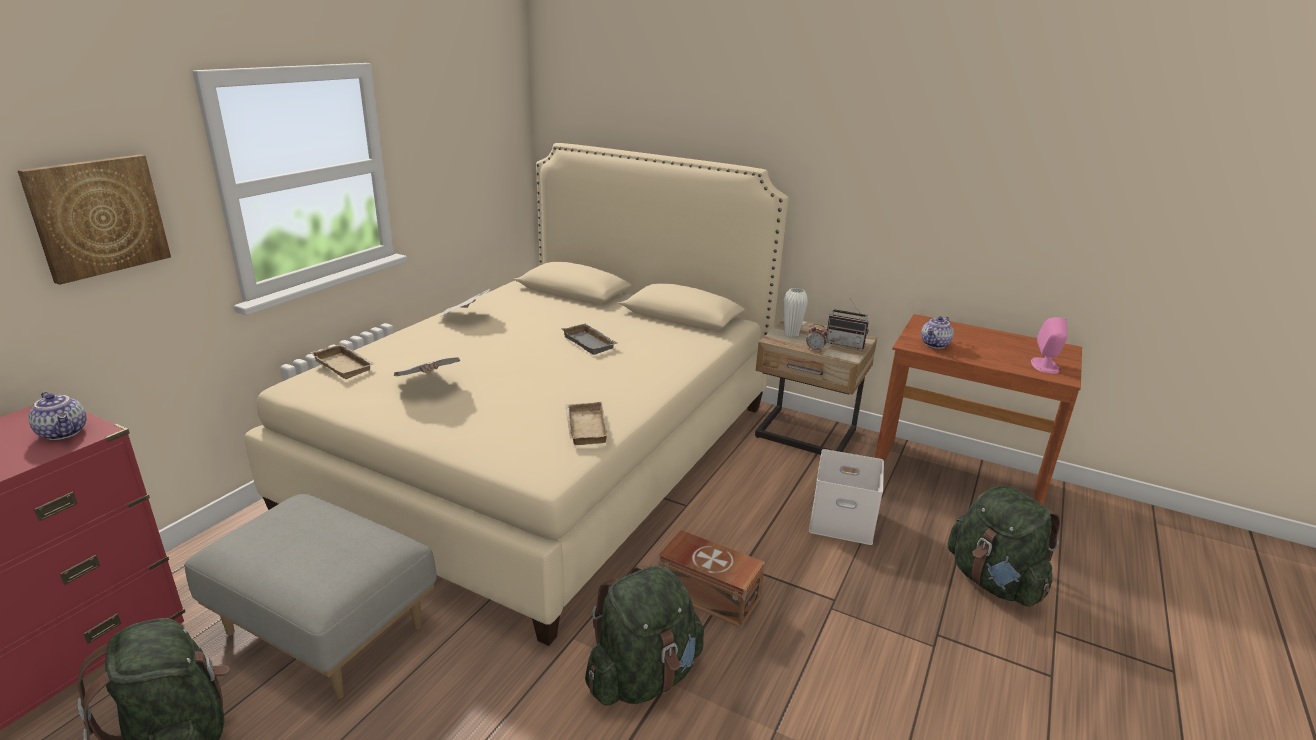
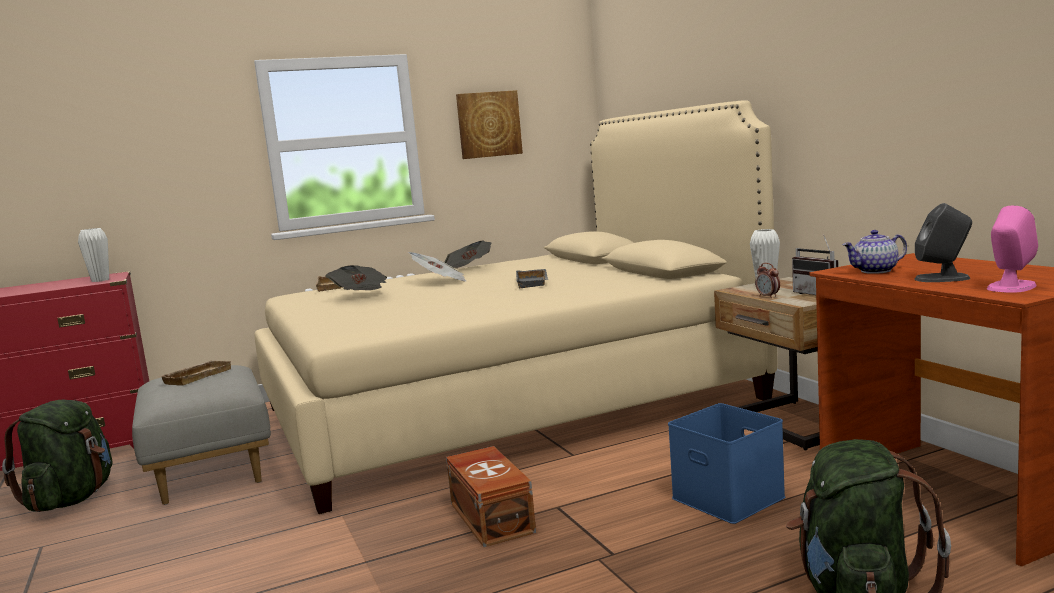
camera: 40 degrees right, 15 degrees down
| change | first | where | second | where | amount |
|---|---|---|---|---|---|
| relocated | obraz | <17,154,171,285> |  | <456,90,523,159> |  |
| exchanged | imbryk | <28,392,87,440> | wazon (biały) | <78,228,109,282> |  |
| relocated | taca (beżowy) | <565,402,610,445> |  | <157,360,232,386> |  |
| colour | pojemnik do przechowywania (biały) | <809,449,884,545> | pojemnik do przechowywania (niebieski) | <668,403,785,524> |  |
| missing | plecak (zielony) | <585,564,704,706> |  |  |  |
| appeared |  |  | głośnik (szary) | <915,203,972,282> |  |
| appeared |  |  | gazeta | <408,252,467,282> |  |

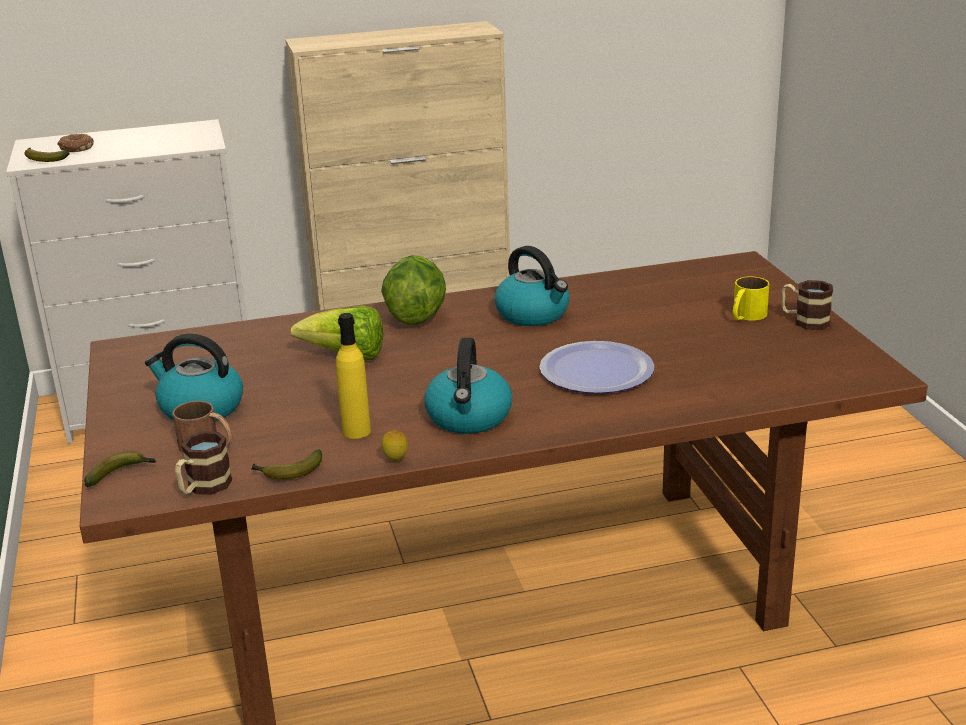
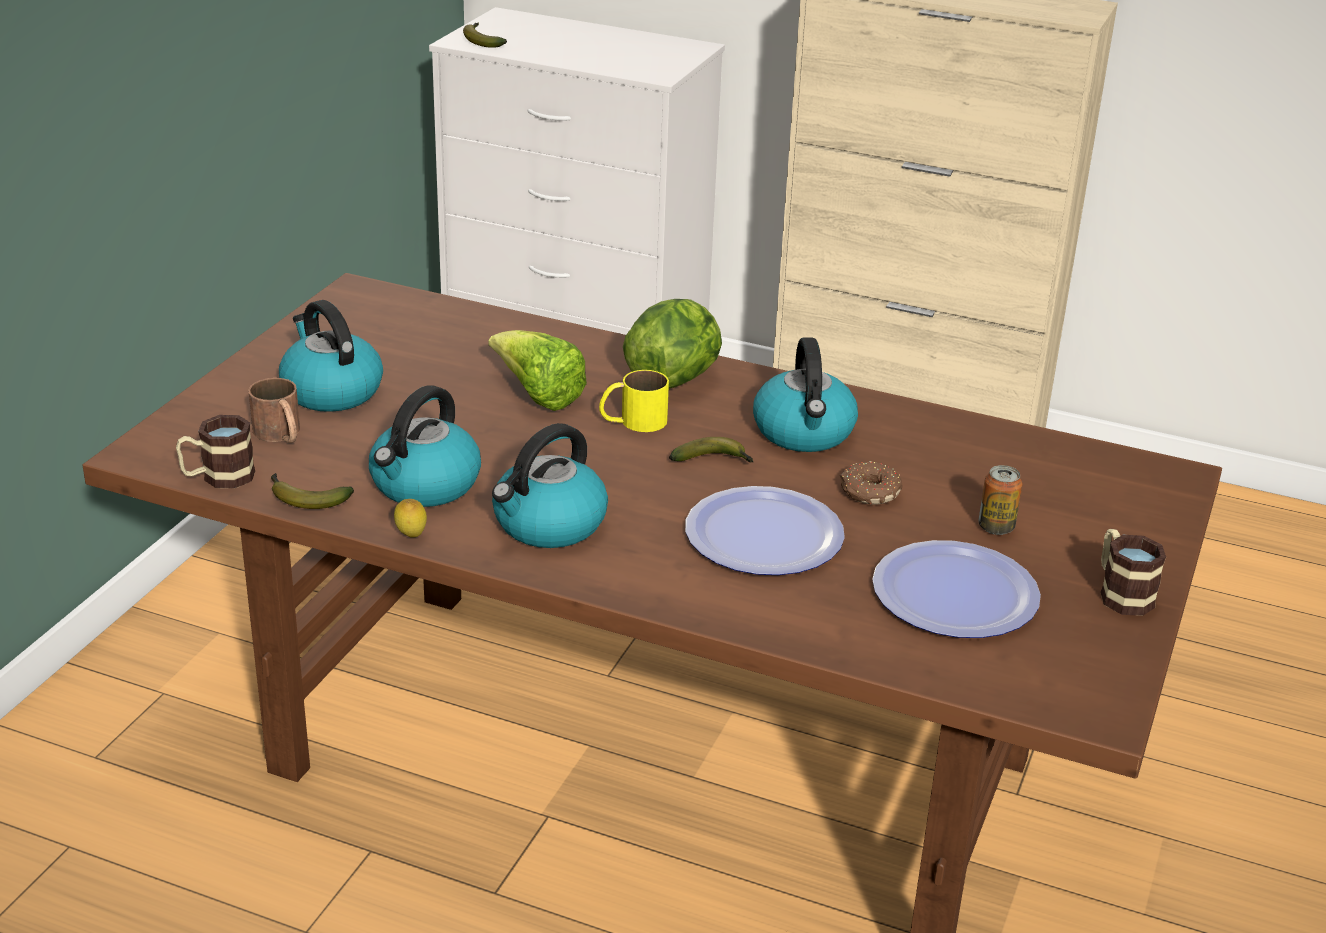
camera: 35 degrees right, 5 degrees up
| change | first | where | second | where | amount |
|---|---|---|---|---|---|
| relocated | donut | <57,133,94,152> |  | <840,461,902,505> |  |
| relocated | kubek (żółty) | <733,277,769,320> |  | <599,370,669,432> |  |
| exchanged | butelka (żółty) | <336,313,371,439> | czajnik | <369,385,481,507> |  |
| relocated | banan | <84,451,157,487> |  | <669,437,754,463> |  |
| appeared |  |  | puszka | <978,465,1023,535> |  |
| appeared |  |  | talerz | <872,540,1041,638> |  |

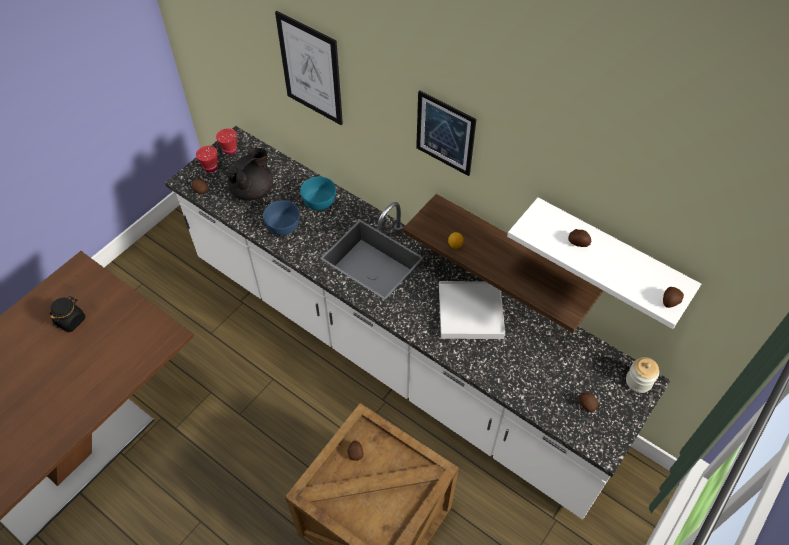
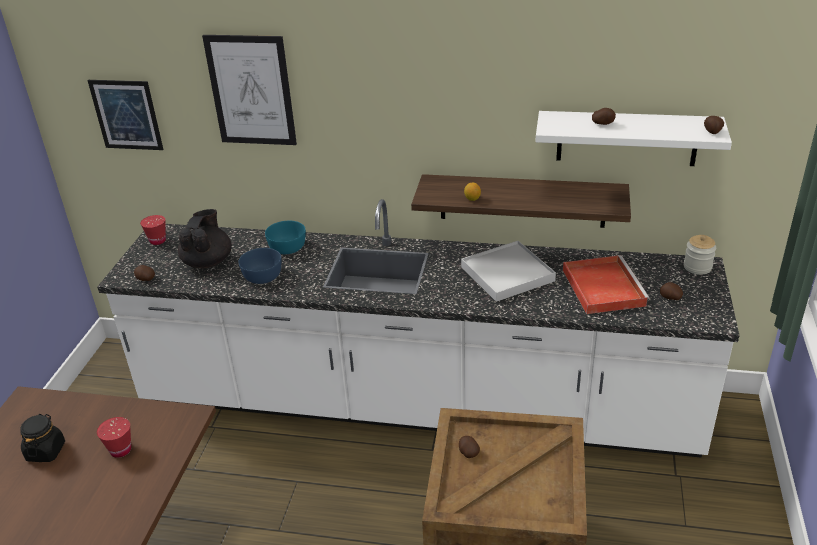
camera: 25 degrees left, 20 degrees down
| change | first | where | second | where | amount |
|---|---|---|---|---|---|
| relocated | obraz | <416,90,477,176> |  | <87,80,163,150> |  |
| relocated | filiżanka (czerwony) | <196,146,217,172> |  | <97,417,131,458> |  |
| appeared |  |  | taca (czerwony) | <563,255,650,314> |  |

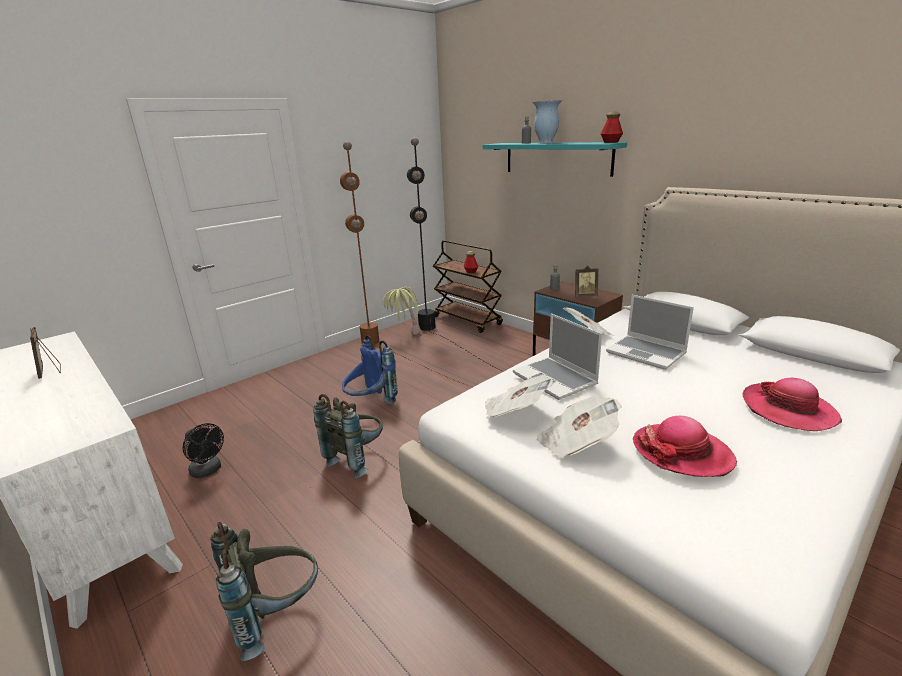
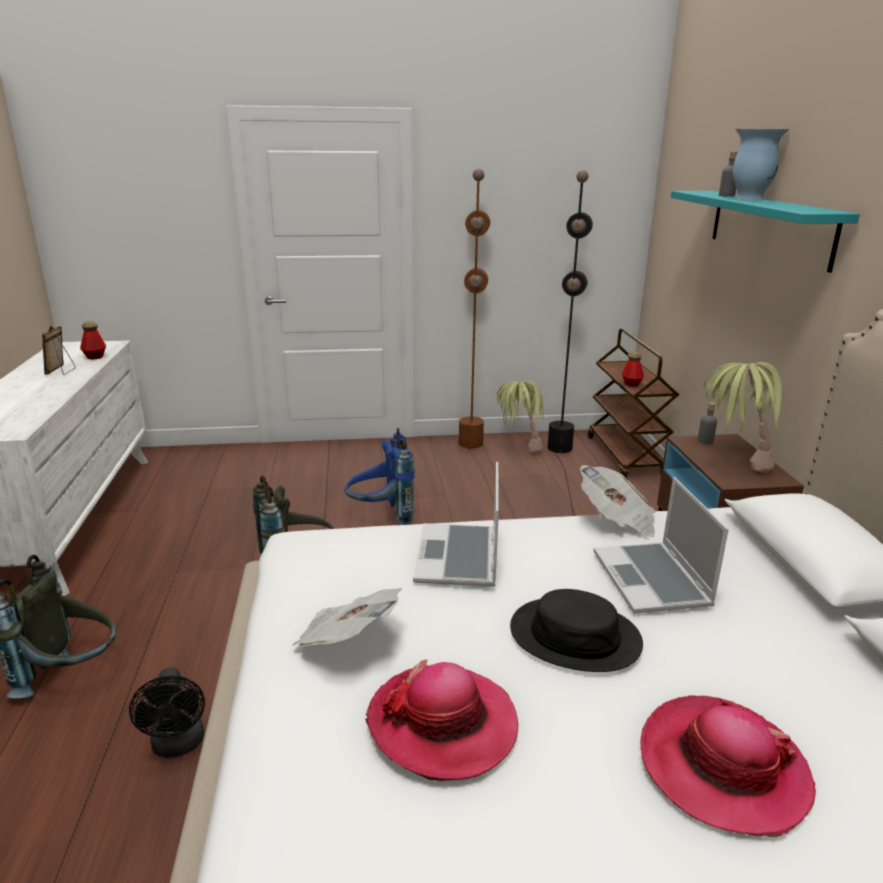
camera: 35 degrees right, 0 degrees up
| change | first | where | second | where | amount |
|---|---|---|---|---|---|
| relocated | butelka | <601,112,623,143> |  | <80,321,106,359> |  |
| exchanged | ramka na zdjęcie | <575,266,599,297> | roślina doniczkowa | <704,362,785,473> |  |
| missing | gazeta | <485,374,553,419> |  |  |  |
| relocated | wentylator (czarny) | <183,423,224,478> |  | <129,667,205,758> |  |
| appeared |  |  | kapelusz (czarny) | <510,589,643,672> |  |

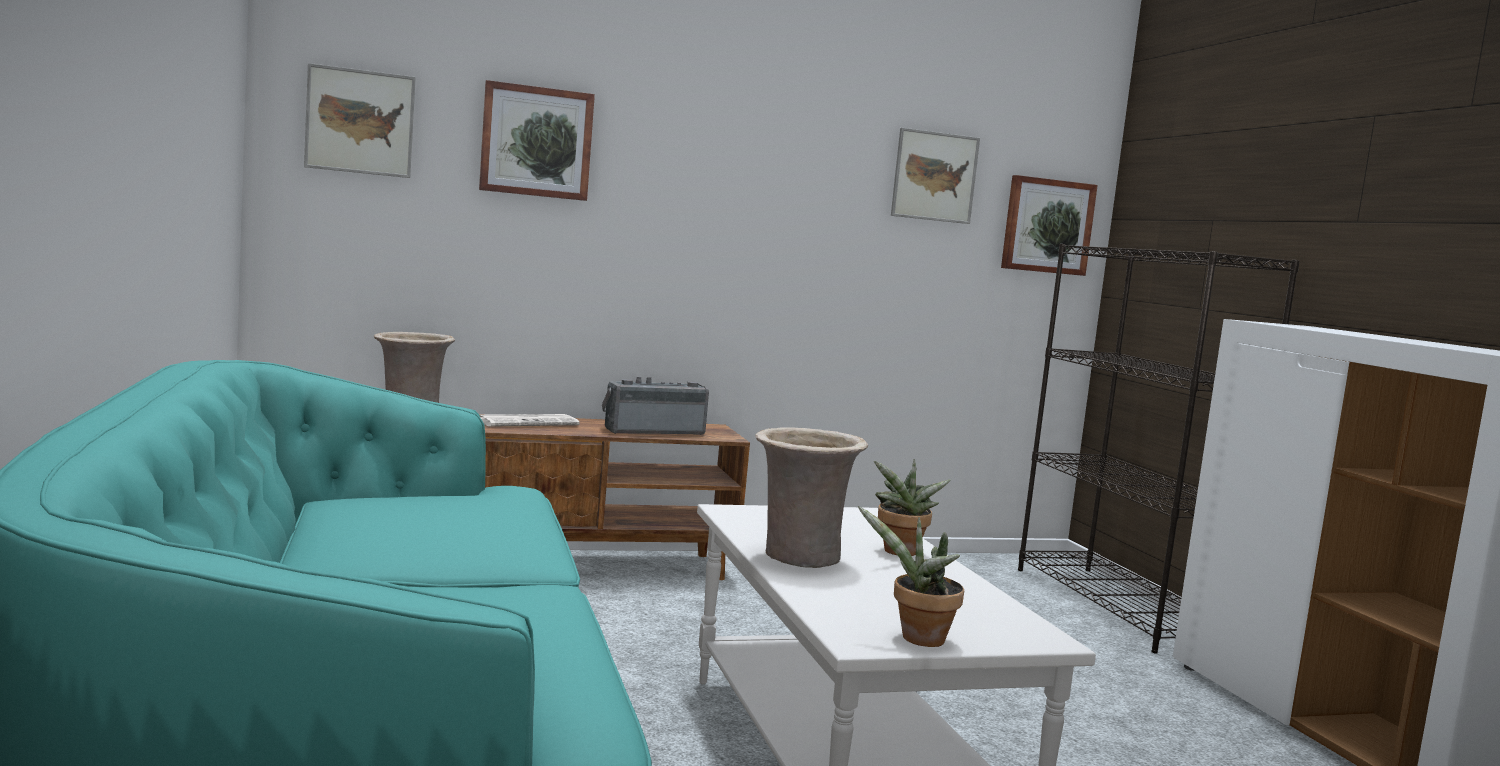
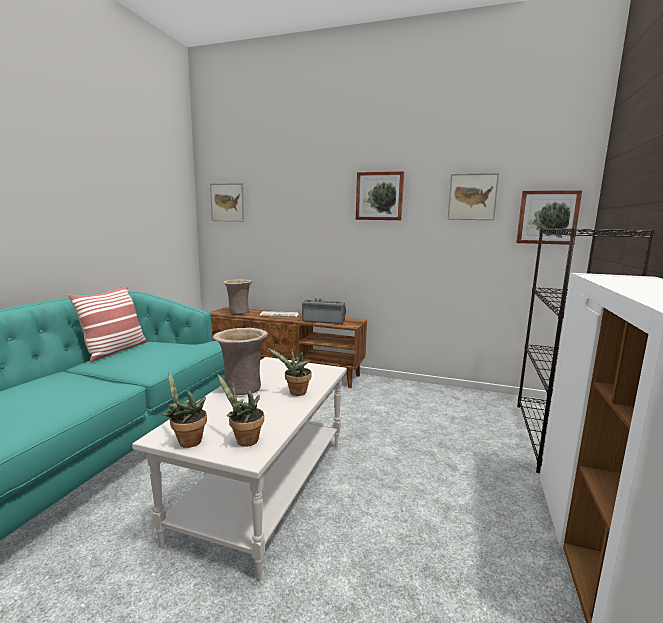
camera: 35 degrees right, 5 degrees up
| change | first | where | second | where | amount |
|---|---|---|---|---|---|
| relocated | obraz | <479,80,595,201> |  | <356,171,404,220> |  |
| appeared |  |  | poduszka | <68,286,147,362> |  |
| appeared |  |  | roślina doniczkowa | <217,374,264,447> |  |

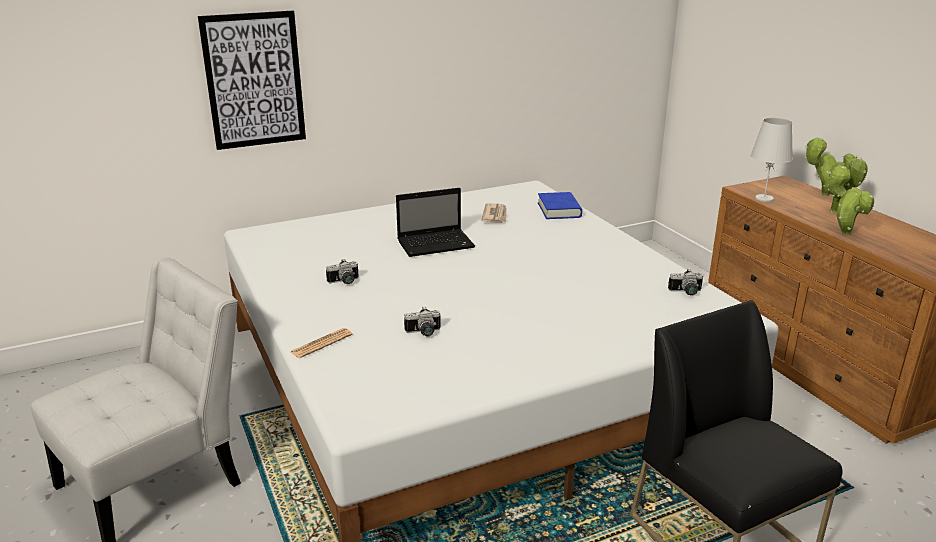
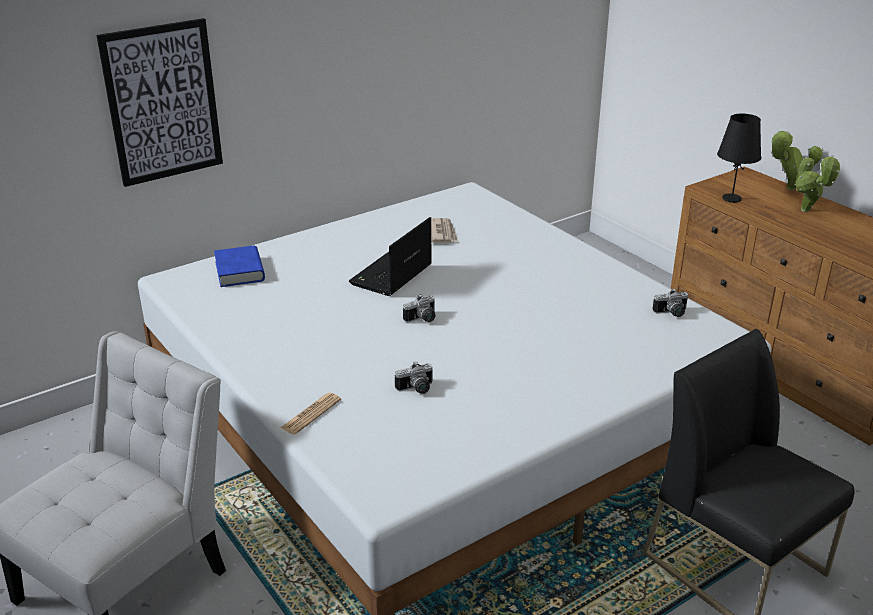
camera: 10 degrees left, 5 degrees up
| change | first | where | second | where | amount |
|---|---|---|---|---|---|
| colour | lampa stołowa (biały) | <750,118,793,202> | lampa stołowa (czarny) | <717,113,761,203> |  |
| missing | roślina doniczkowa | <829,165,874,235> |  |  |  |
| spun | laptop | <396,188,475,257> |  | <349,217,432,296> | 150 degrees clockwise |
| relocated | książka (niebieski) | <538,192,582,219> |  | <214,246,265,287> |  |
| relocated | aparat fotograficzny | <326,259,359,284> |  | <403,294,436,322> |  |

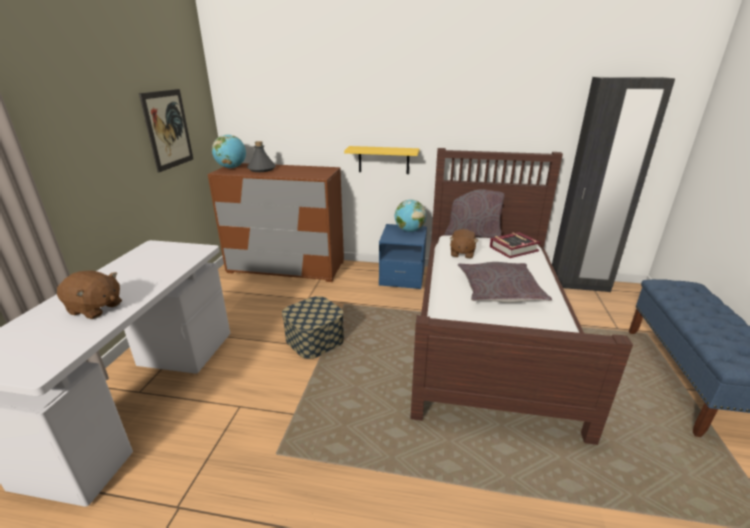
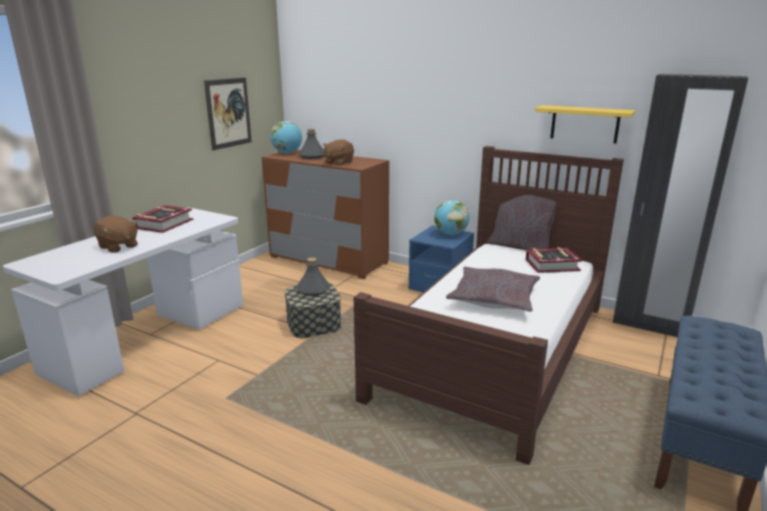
camera: 20 degrees right, 5 degrees down
| change | first | where | second | where | amount |
|---|---|---|---|---|---|
| relocated | półka (żółty) | <344,146,420,174> |  | <535,105,636,144> |  |
| relocated | pluszak (brązowy) | <449,229,478,259> |  | <323,139,354,165> |  |
| appeared |  |  | książka | <132,205,193,233> |  |
| appeared |  |  | butelka (szary) | <296,258,330,296> |  |

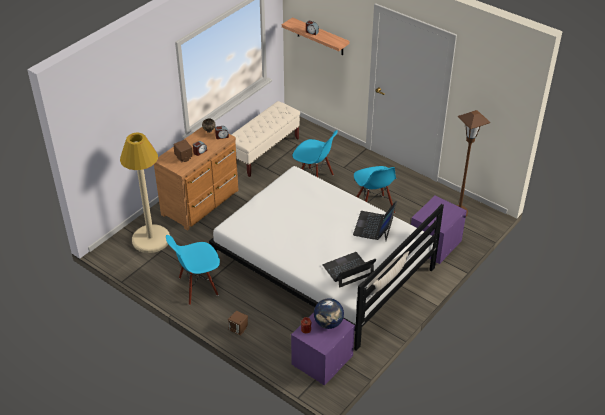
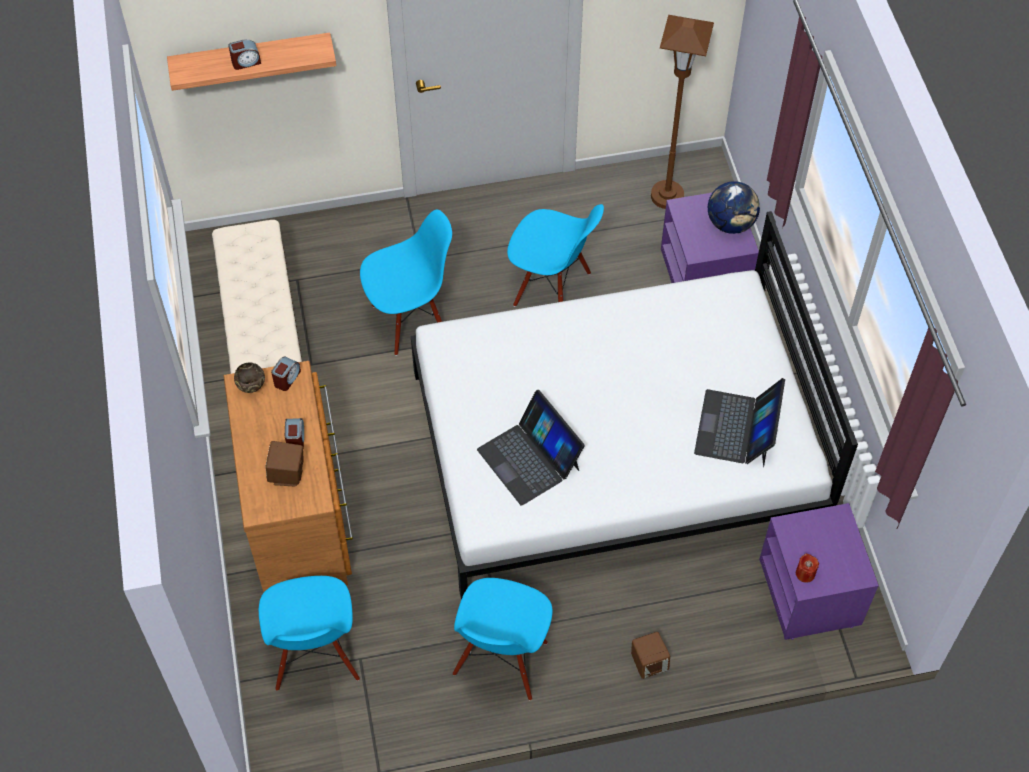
camera: 50 degrees left, 15 degrees up
| change | first | where | second | where | amount |
|---|---|---|---|---|---|
| exchanged | lampa stojąca (beżowy) | <120,133,170,253> | krzesło (niebieski) | <259,576,360,691> |  |
| relocated | laptop | <353,201,397,241> |  | <477,390,585,506> |  |
| missing | poduszka (beżowy) | <367,251,409,296> |  |  |  |
| relocated | globus | <314,298,344,329> |  | <708,181,760,234> |  |

